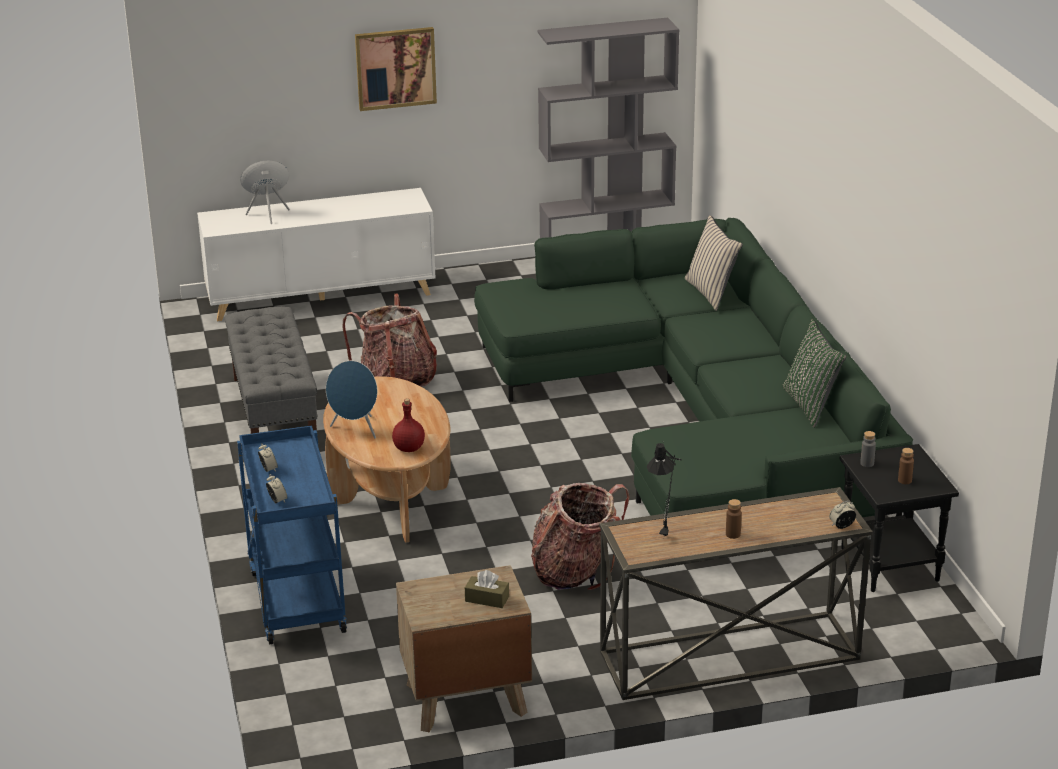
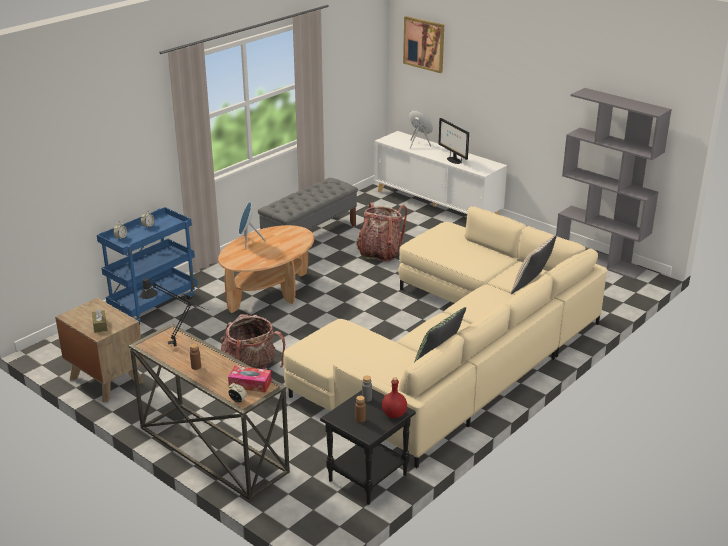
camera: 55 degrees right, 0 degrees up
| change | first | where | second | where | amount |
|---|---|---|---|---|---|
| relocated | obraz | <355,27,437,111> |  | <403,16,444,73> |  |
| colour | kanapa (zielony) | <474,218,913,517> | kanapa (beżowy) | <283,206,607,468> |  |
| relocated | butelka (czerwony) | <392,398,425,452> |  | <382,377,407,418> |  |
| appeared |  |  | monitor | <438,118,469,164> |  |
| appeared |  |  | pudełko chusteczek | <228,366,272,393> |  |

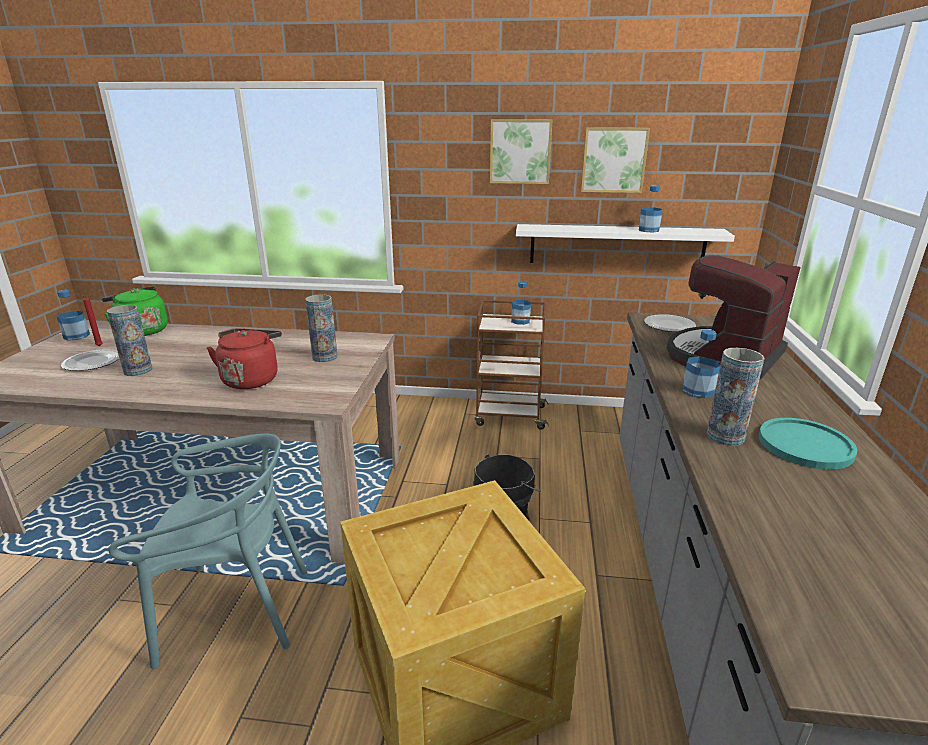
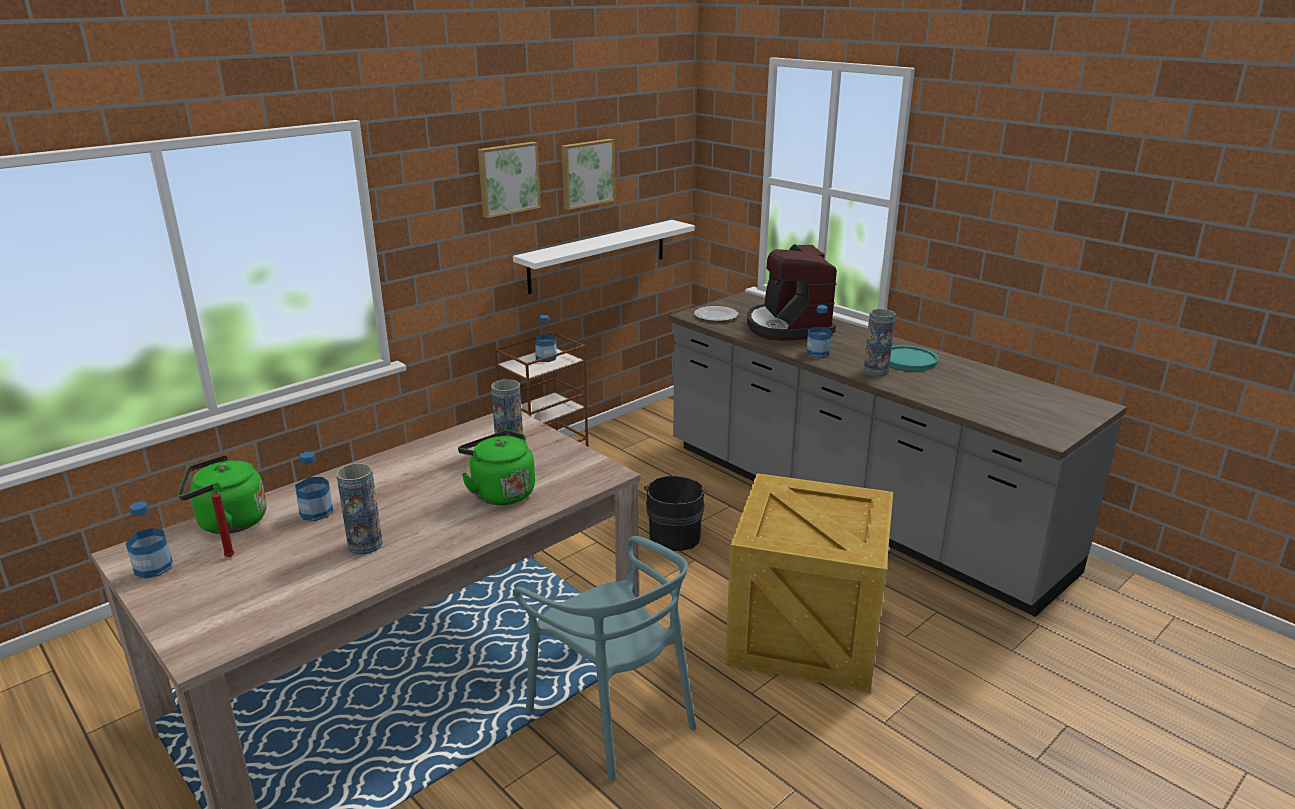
camera: 50 degrees left, 0 degrees up
| change | first | where | second | where | amount |
|---|---|---|---|---|---|
| relocated | butelka | <639,186,663,232> |  | <295,452,333,521> |  |
| colour | czajnik (czerwony) | <207,329,282,389> | czajnik (zielony) | <458,430,535,505> |  |
| missing | talerz | <61,349,120,371> |  |  |  |
| spun | krzesło (turkusowy) | <109,433,308,669> |  | <513,536,696,781> | 105 degrees clockwise |

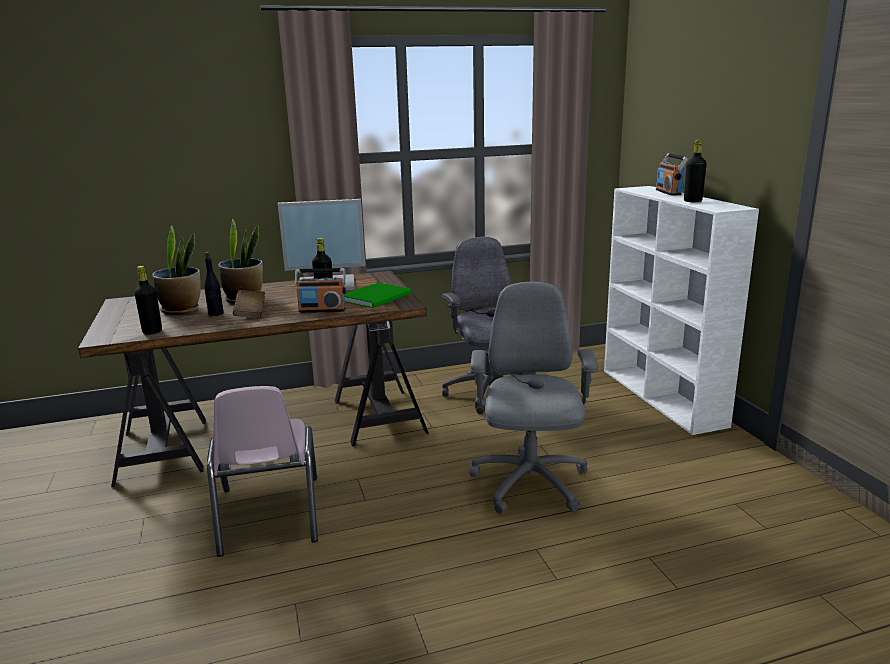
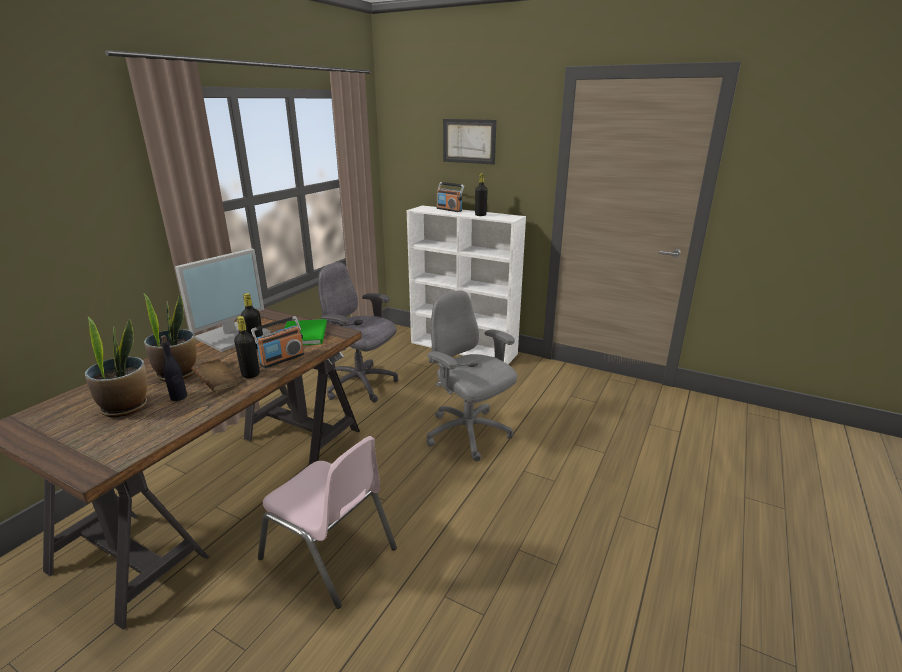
camera: 45 degrees left, 5 degrees up
| change | first | where | second | where | amount |
|---|---|---|---|---|---|
| relocated | butelka (czarny) | <134,266,162,335> |  | <234,316,260,378> |  |
| appeared |  |  | obraz | <443,119,496,165> |  |

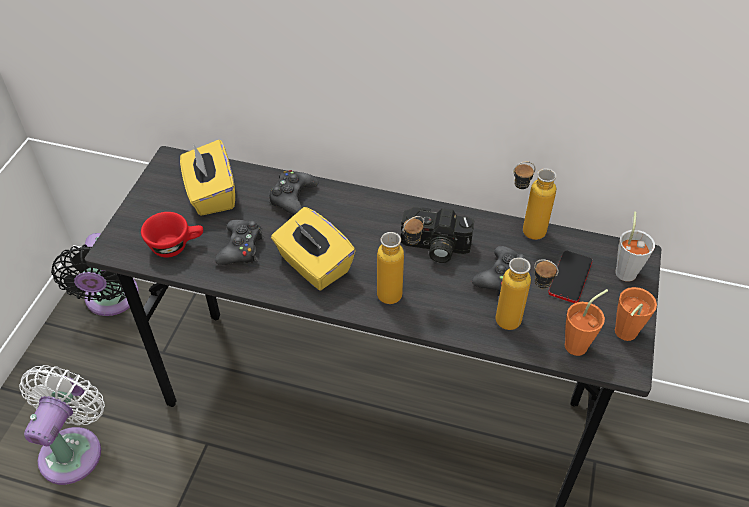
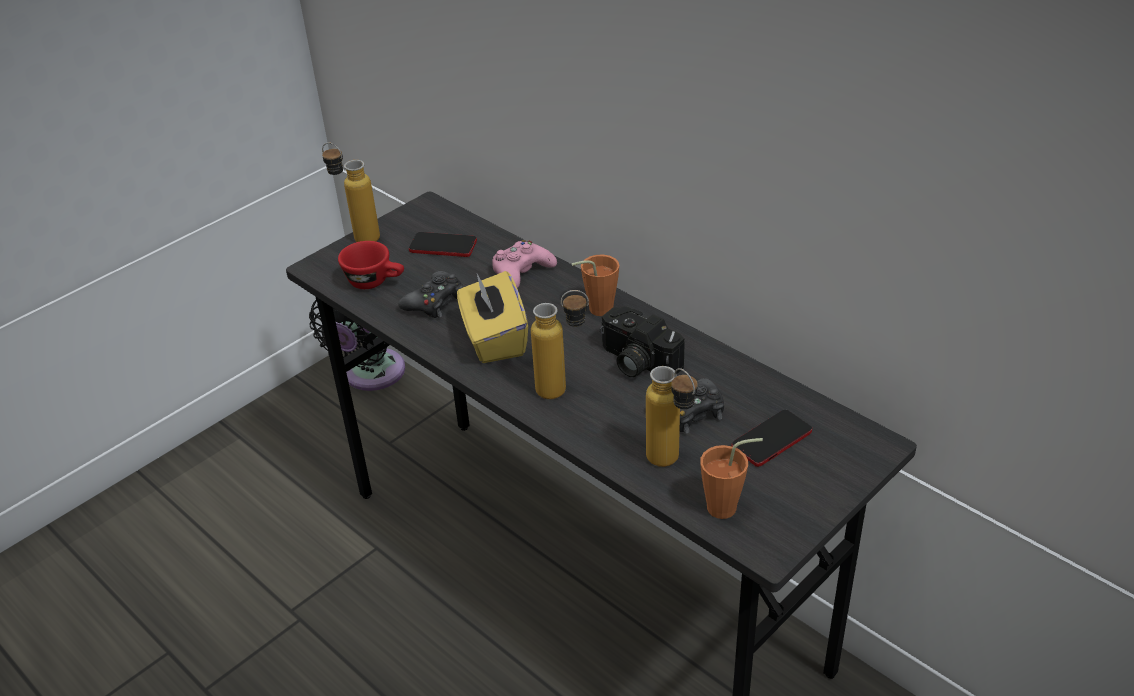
camera: 30 degrees right, 10 degrees down
| change | first | where | second | where | amount |
|---|---|---|---|---|---|
| exchanged | pudełko chusteczek (żółty) | <180,140,235,216> | telefon | <409,232,477,257> |  |
| relocated | butelka | <513,161,557,240> |  | <322,142,380,242> |  |
| colour | pad do gier (czarny) | <269,170,318,215> | pad do gier (różowy) | <492,240,557,288> |  |
| missing | filiżanka (szary) | <615,211,655,282> |  |  |  |
| relocated | filiżanka (pomarańczowy) | <615,287,657,341> |  | <572,255,619,316> |  |
| missing | wentylator (biały) | <19,365,105,485> |  |  |  |

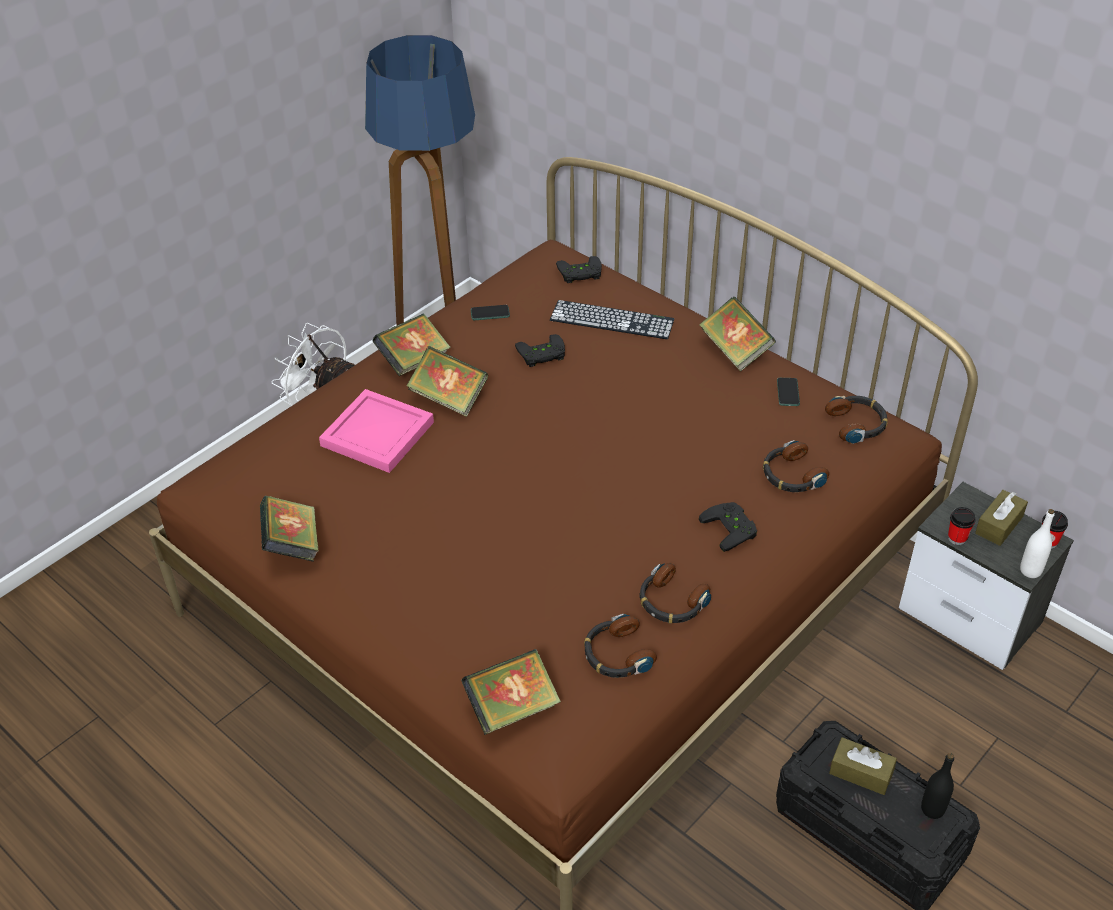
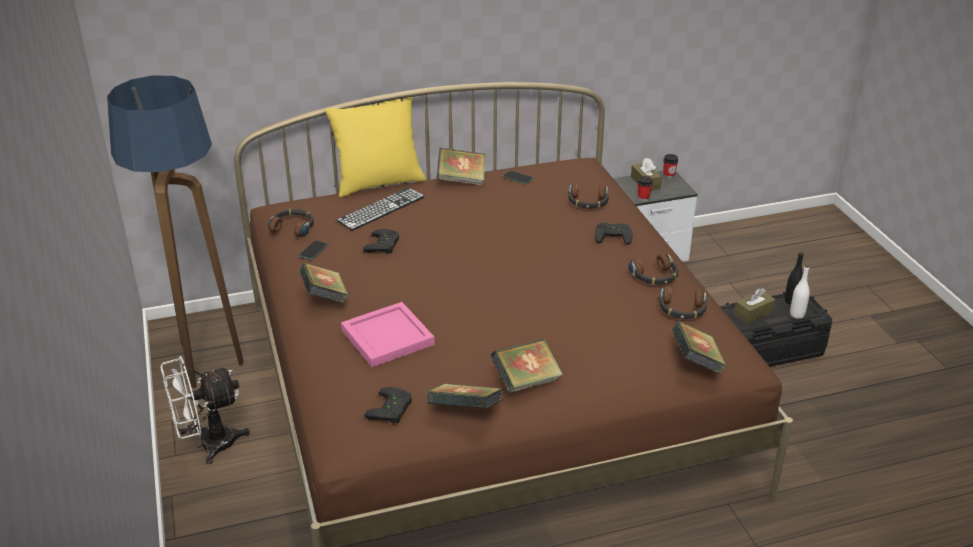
camera: 60 degrees left, 10 degrees down
| change | first | where | second | where | amount |
|---|---|---|---|---|---|
| relocated | pad do gier (czarny) | <556,256,602,283> |  | <364,387,412,423> |  |
| relocated | książka | <407,346,488,417> |  | <491,339,563,393> |  |
| relocated | słuchawki | <825,396,888,444> |  | <268,209,314,237> |  |
| relocated | butelka (biały) | <1020,509,1055,578> |  | <790,265,810,319> |  |
| appeared |  |  | poduszka (żółty) | <325,97,426,198> |  |

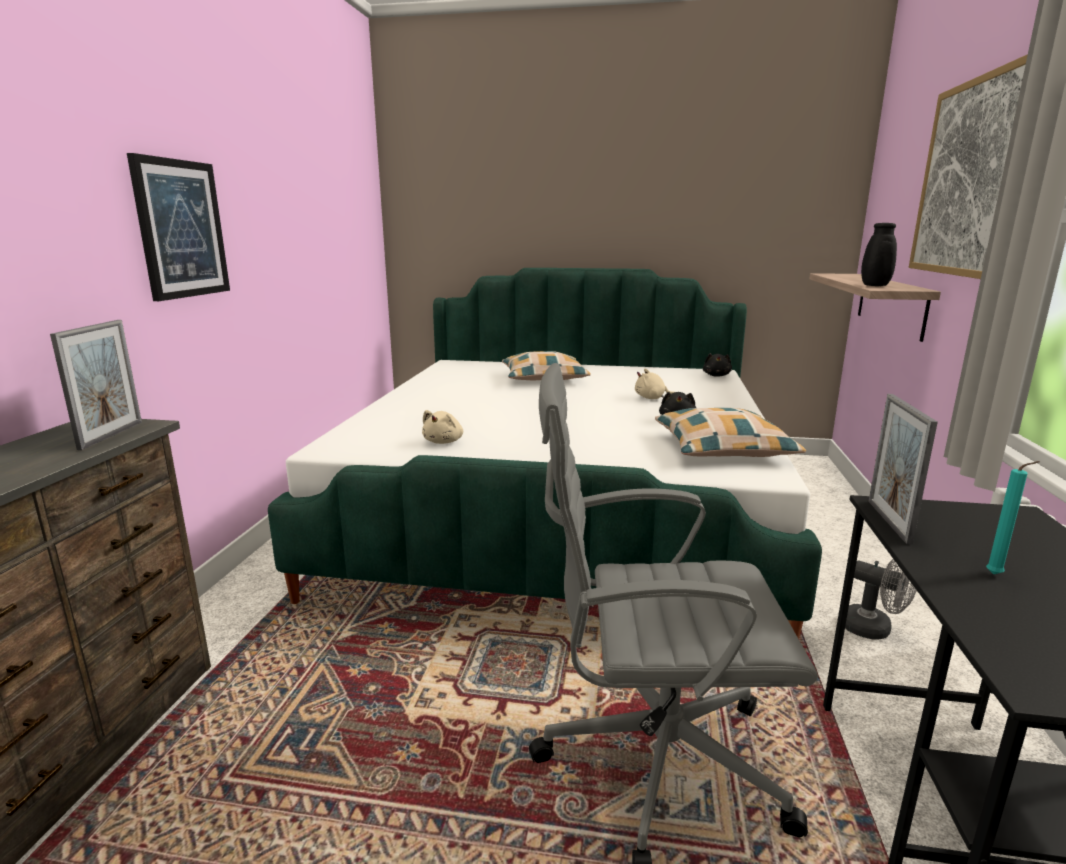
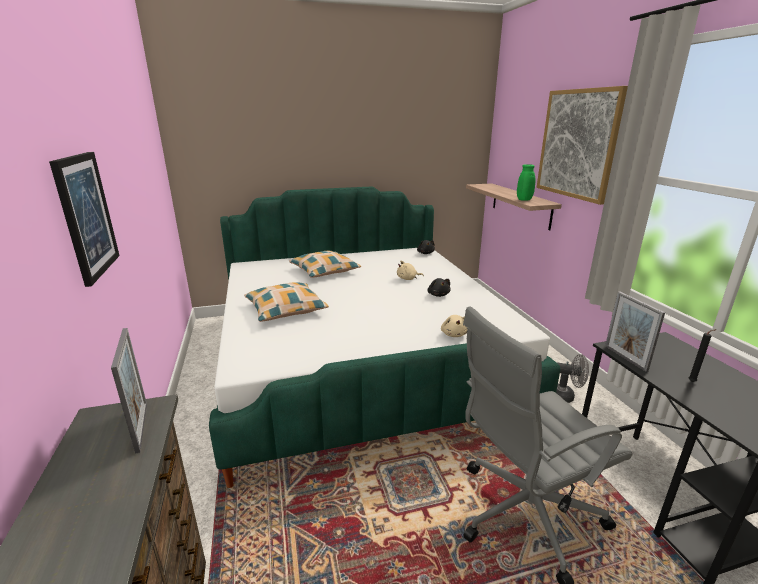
camera: 25 degrees left, 5 degrees up
| change | first | where | second | where | amount |
|---|---|---|---|---|---|
| colour | wazon (czarny) | <861,220,897,286> | wazon (zielony) | <517,164,535,201> |  |
| relocated | poduszka | <655,408,806,457> |  | <244,282,329,322> |  |
| relocated | pluszak (beżowy) | <422,410,463,444> |  | <441,315,468,337> |  |
| colour | świeca (turkusowy) | <986,461,1039,574> | świeca (czarny) | <688,329,717,382> |  |

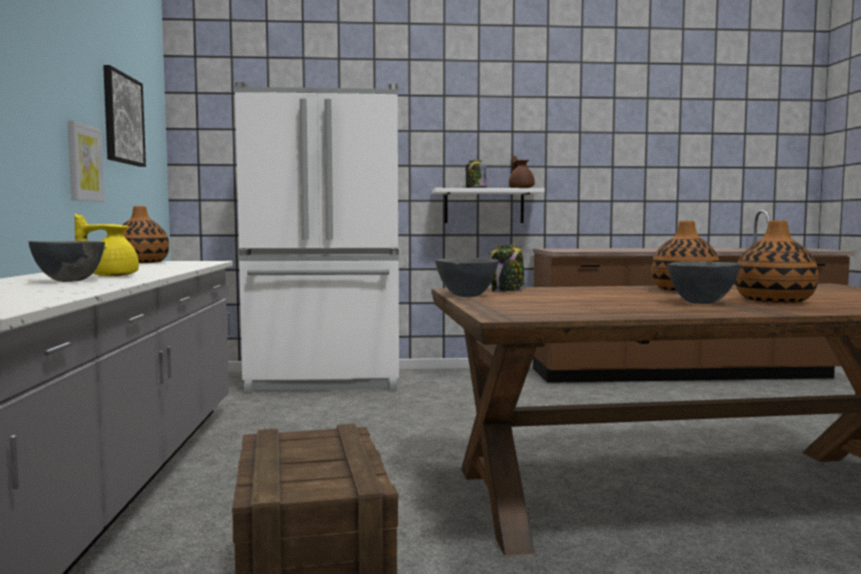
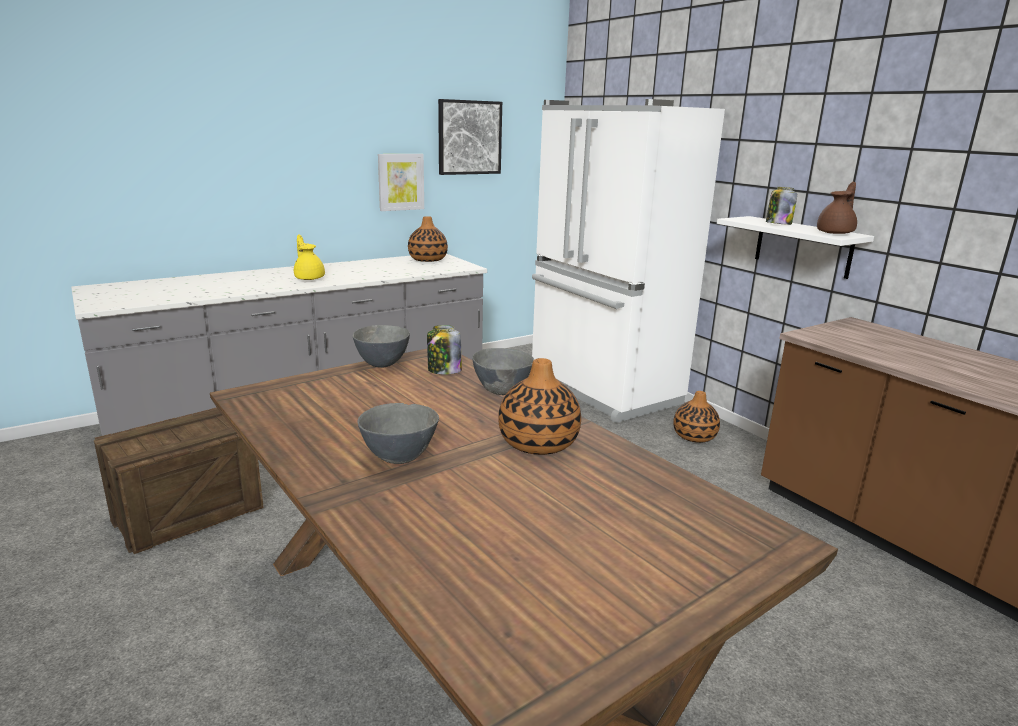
camera: 60 degrees right, 15 degrees up
| change | first | where | second | where | amount |
|---|---|---|---|---|---|
| relocated | wazon | <735,220,819,303> |  | <673,391,720,443> |  |
| relocated | miska (szary) | <28,241,105,282> |  | <472,348,534,395> |  |

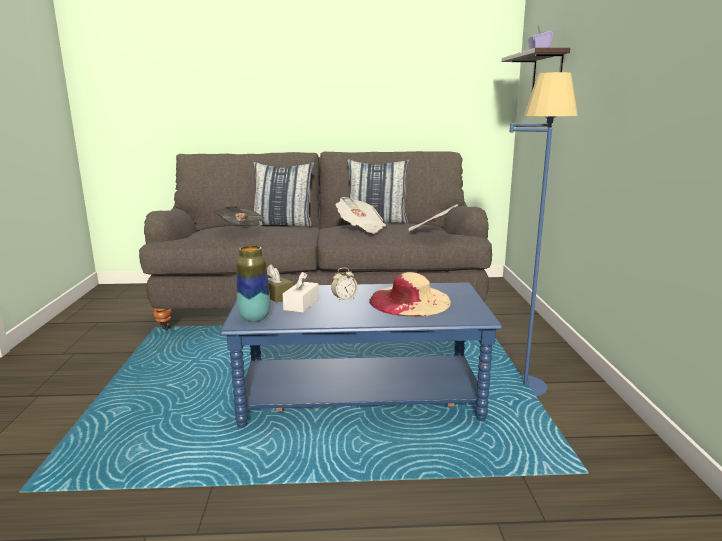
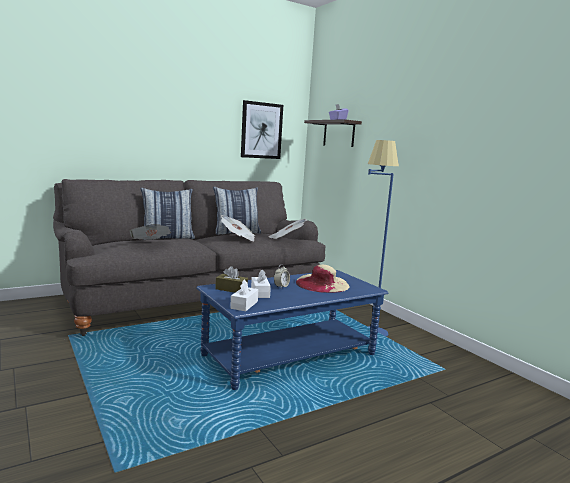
camera: 30 degrees left, 5 degrees down
| change | first | where | second | where | amount |
|---|---|---|---|---|---|
| exchanged | wazon | <236,246,270,322> | pudełko chusteczek (biały) | <230,279,258,311> |  |
| appeared |  |  | obraz | <241,100,283,159> |  |

